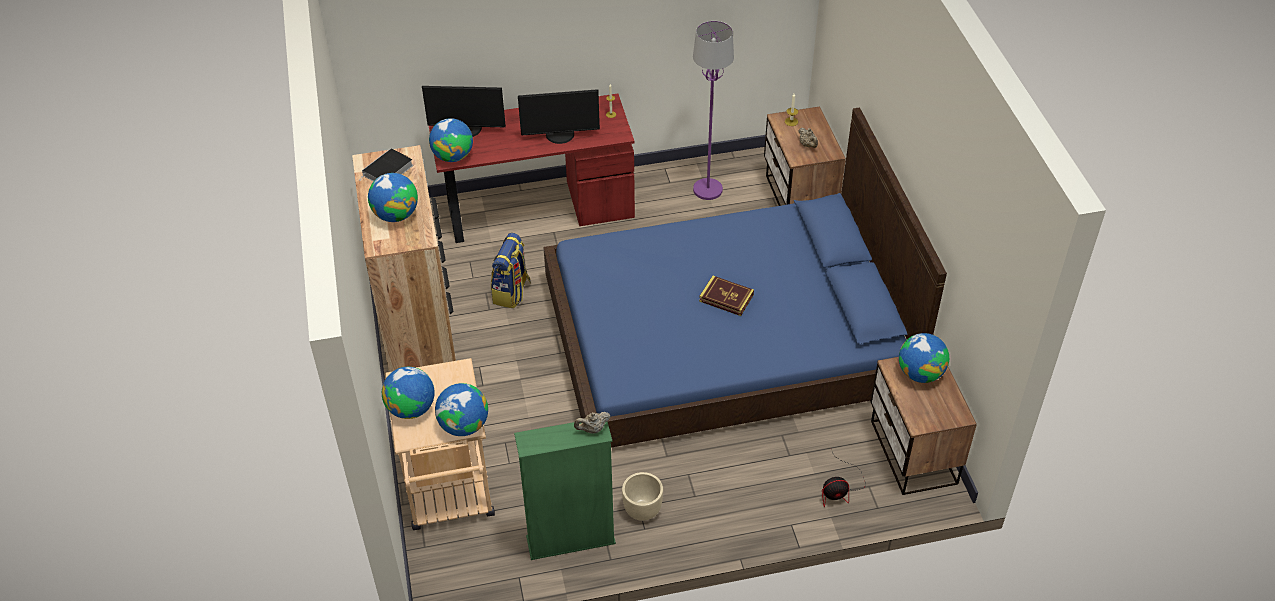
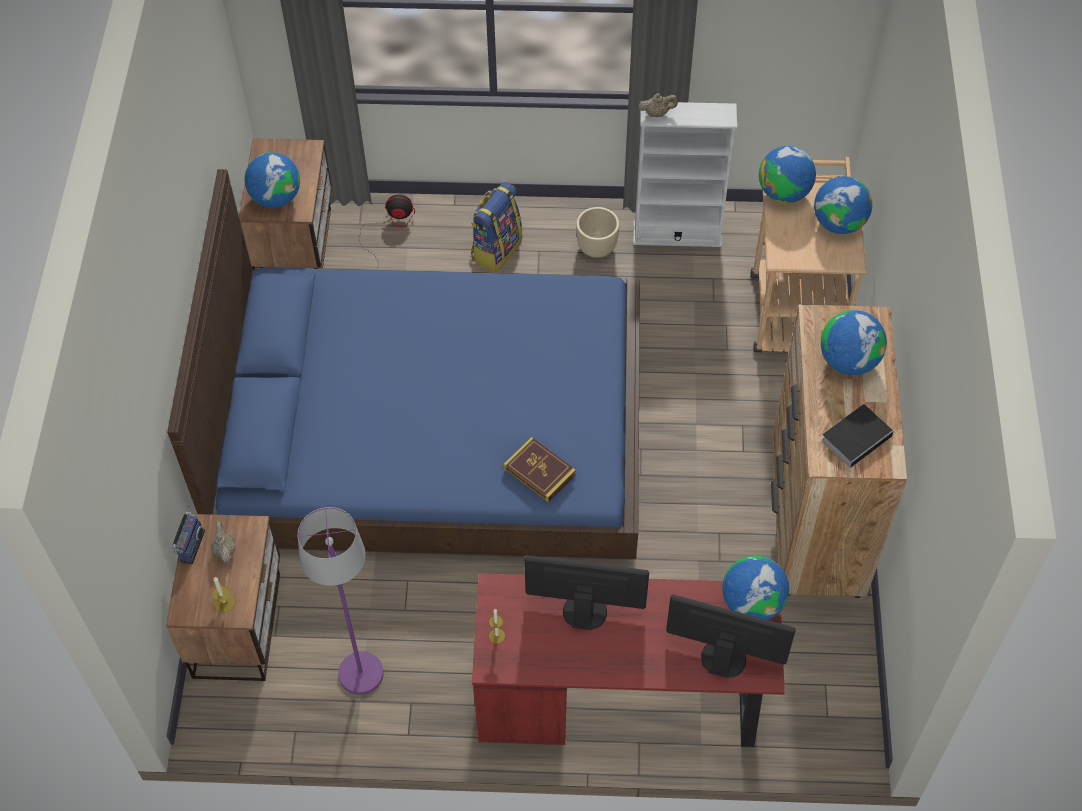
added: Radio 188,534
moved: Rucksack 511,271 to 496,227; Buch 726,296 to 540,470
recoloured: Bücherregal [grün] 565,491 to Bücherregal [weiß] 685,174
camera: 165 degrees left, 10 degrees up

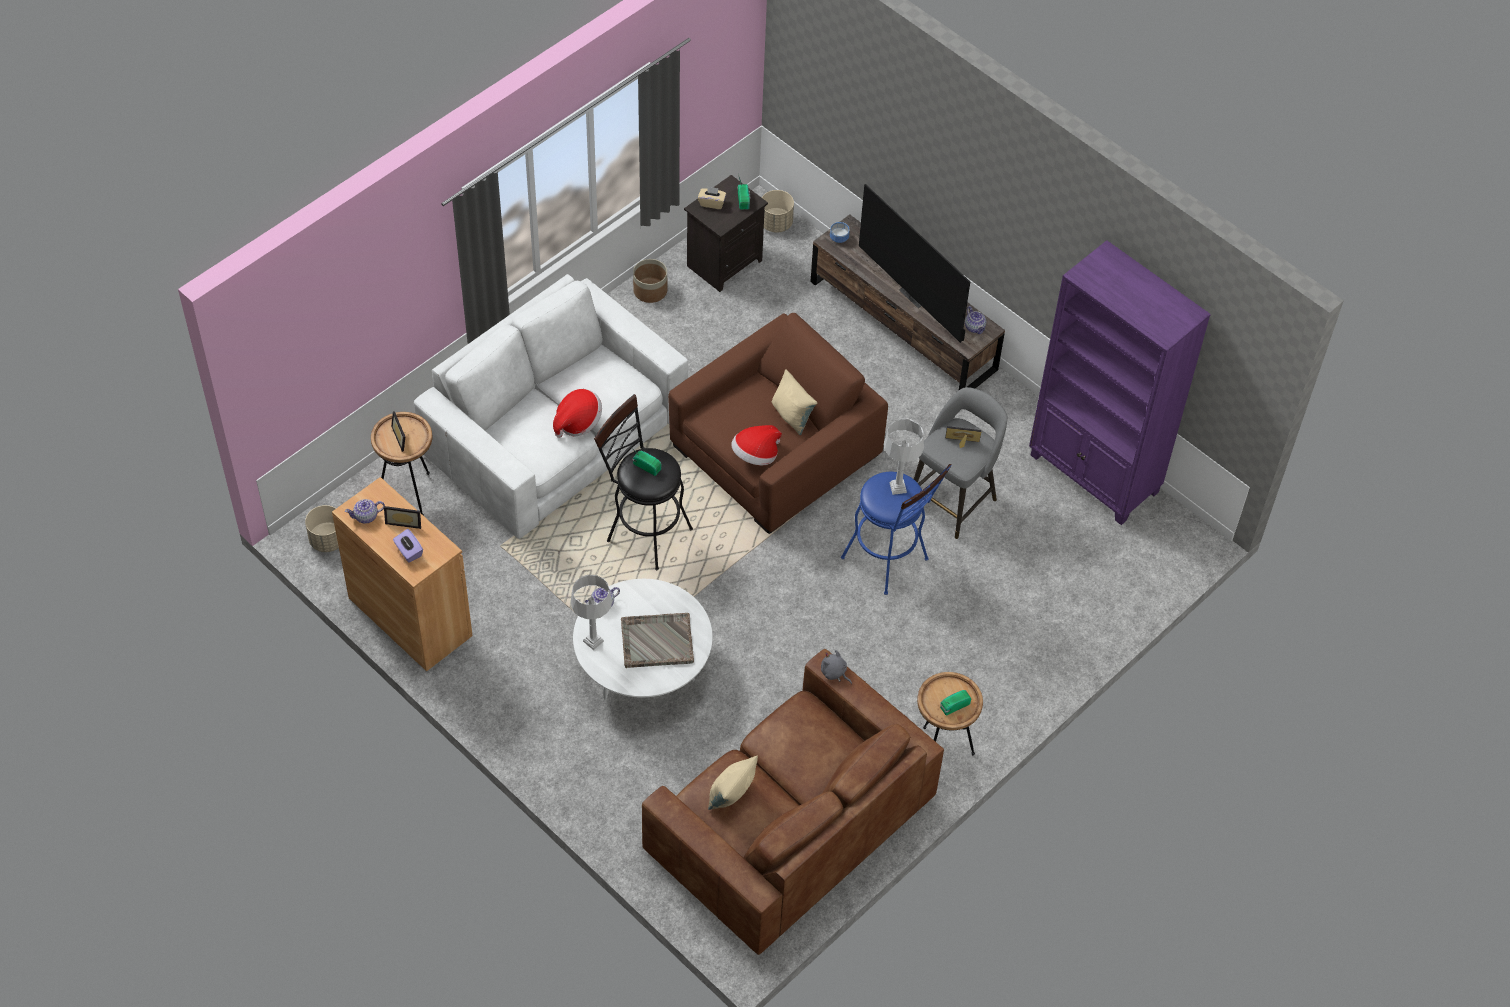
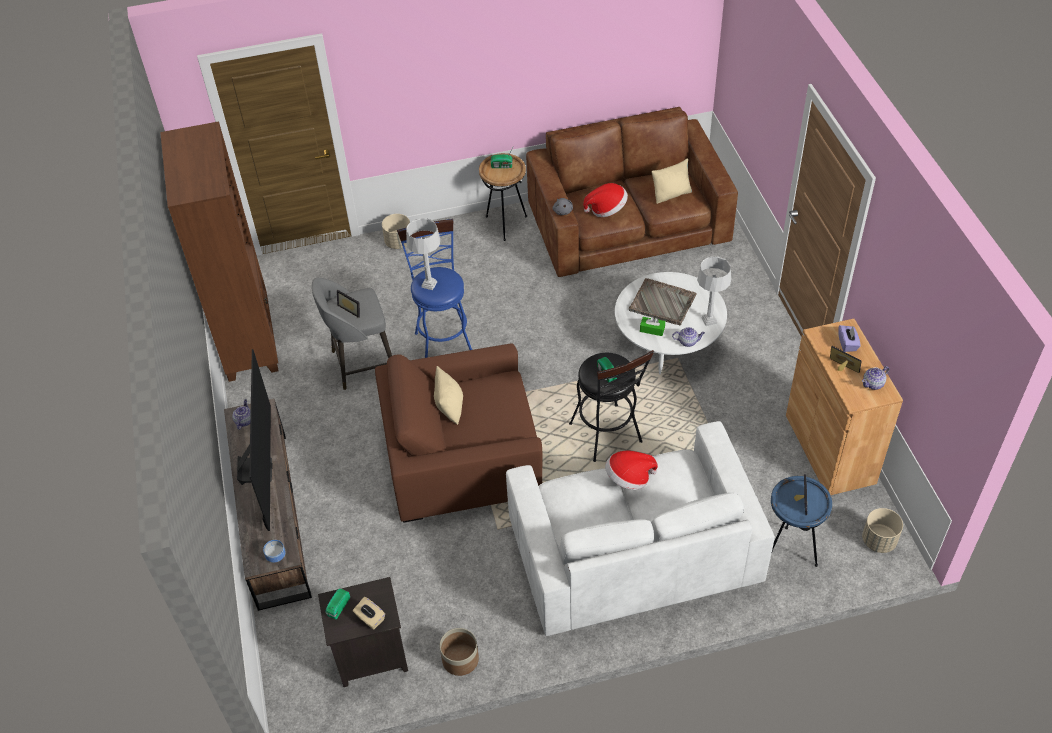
added: Taschentuchbox [grün] 652,326
moved: Pflanzkübel [beige] 778,211 to 396,231; Hut 756,445 to 605,200
recoloured: Bücherregal [lila] 1120,382 to Bücherregal [braun] 219,251; Beistelltisch [braun] 402,464 to Beistelltisch [blau] 801,521
turned: Teekanne 365,511 = 875,378 135 degrees clockwise
camera: 145 degrees left, 5 degrees down

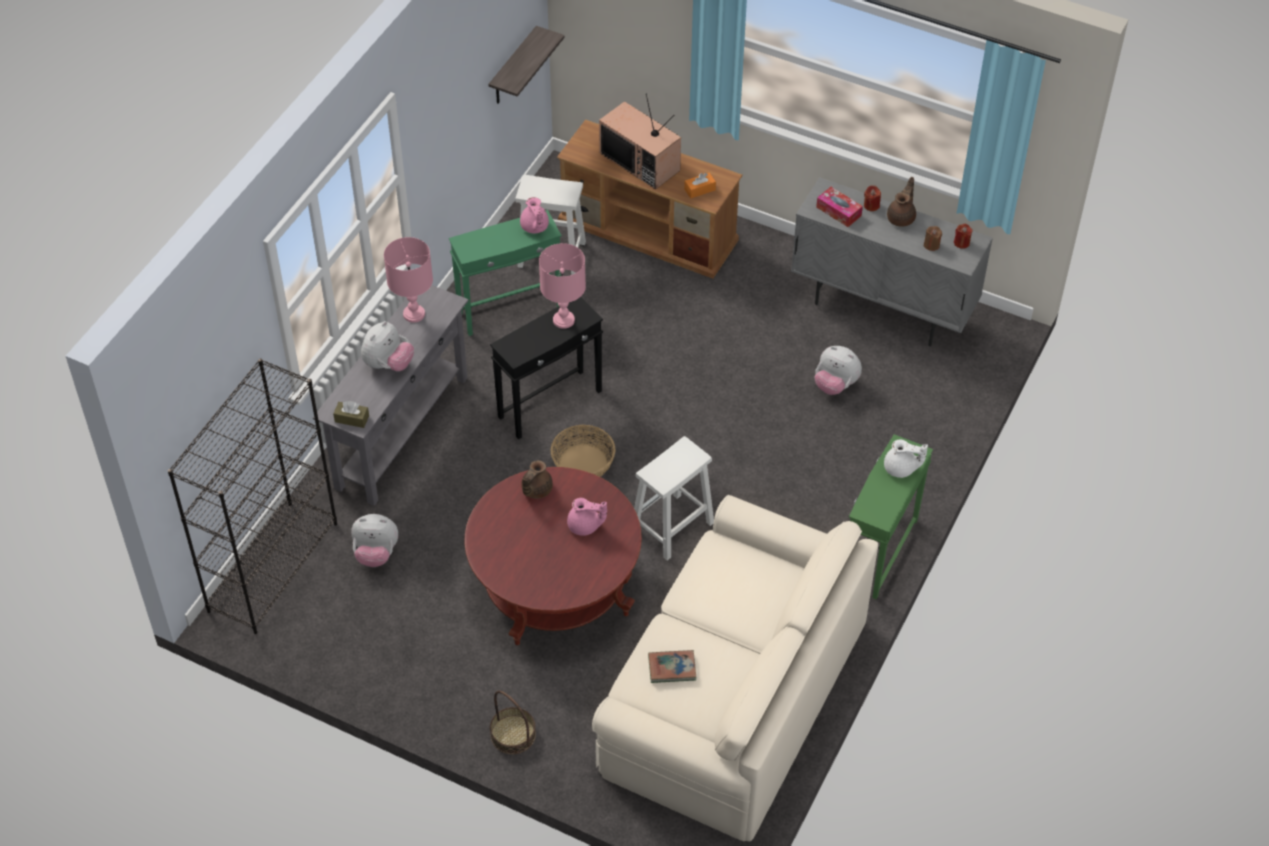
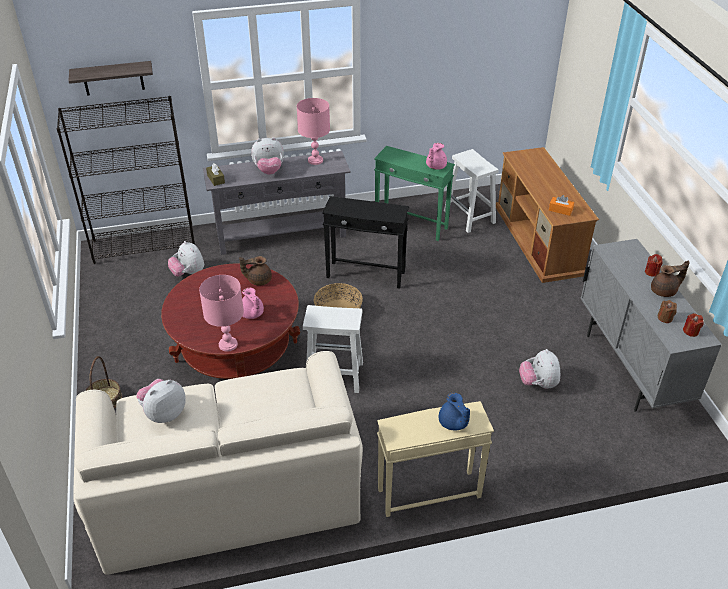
removed: Fernseher 640,142; Taschentuchbox 839,207
moved: Wandregal 527,65 to 111,78; Tischlampe [rosa] 562,286 to 221,313
replaced: Buch 672,666 to Plüschtier 161,401
recoloured: Beistelltisch [grün] 891,516 to Beistelltisch [beige] 435,459; Teekanne [weiß] 906,458 to Teekanne [blau] 454,411
camera: 50 degrees right, 10 degrees down

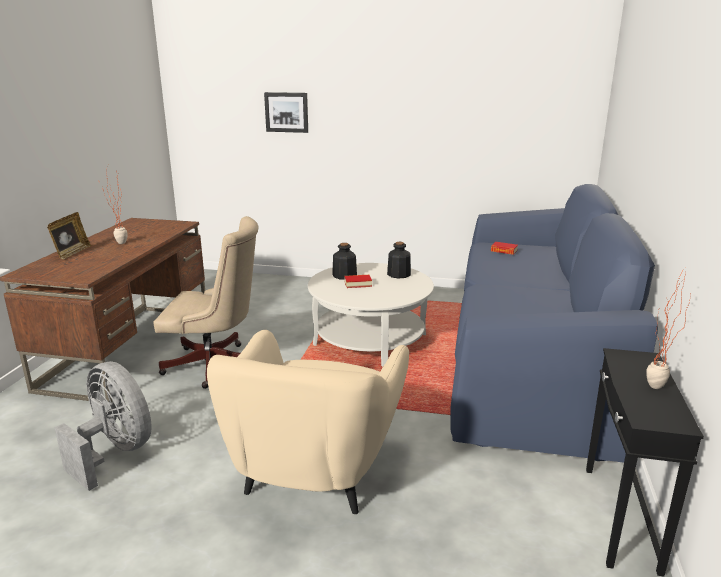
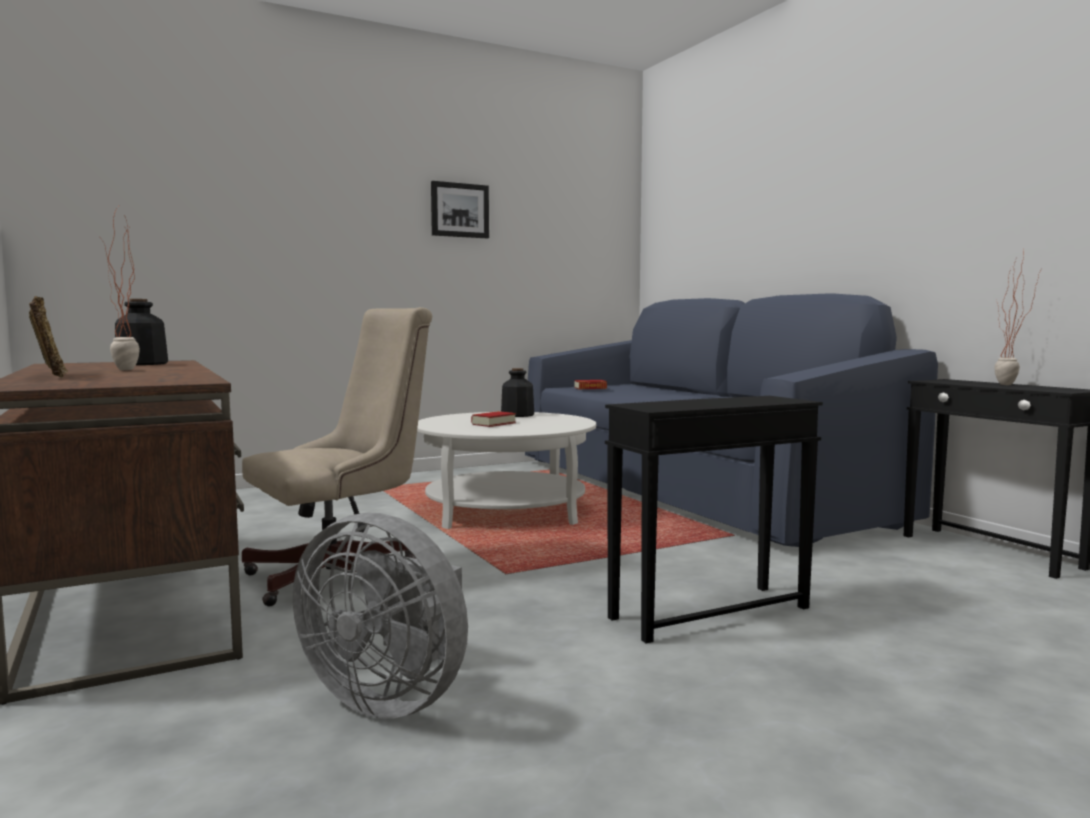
moved: Bild 286,112 to 460,209; Flasche 344,261 to 141,332
replaced: Sessel [beige] 308,422 to Beistelltisch [schwarz] 714,519
turned: Ventilator [grau] 103,426 = 380,616 150 degrees counterclockwise
camera: 40 degrees left, 15 degrees down

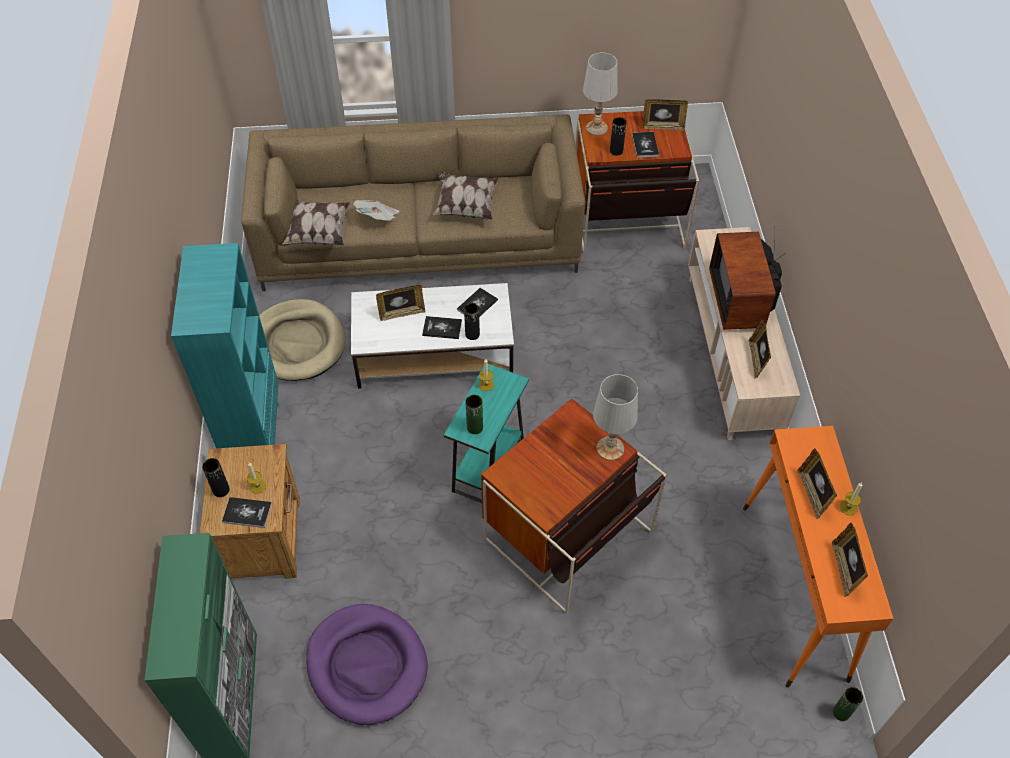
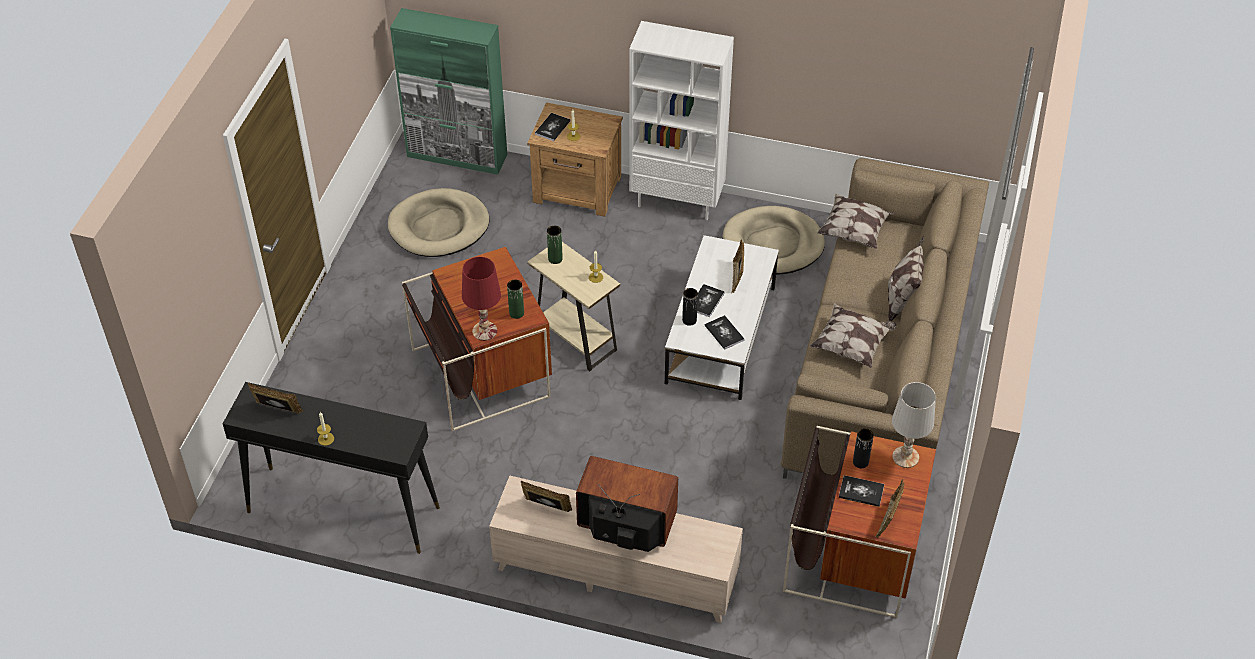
removed: Zeitung 376,210; Bilderrahmen 817,483; Vase [schwarz] 216,477
added: Kissen 906,278
moved: Vase [grün] 848,704 to 515,299
recoloured: Bücherregal [türkis] 225,345 to Bücherregal [weiß] 681,120; Beistelltisch [türkis] 486,433 to Beistelltisch [beige] 573,306; Tischlampe [weiß] 615,417 to Tischlampe [rot] 481,299; Konsolentisch [orange] 818,557 to Konsolentisch [schwarz] 331,468; Hundebett [lila] 367,664 to Hundebett [beige] 439,222
camera: 110 degrees right, 5 degrees down

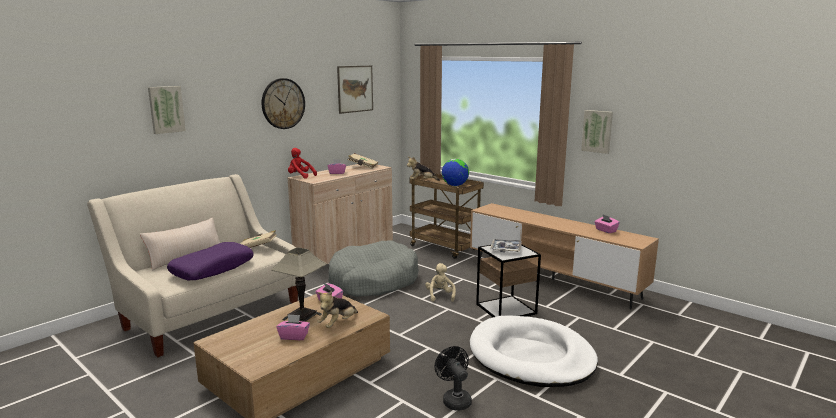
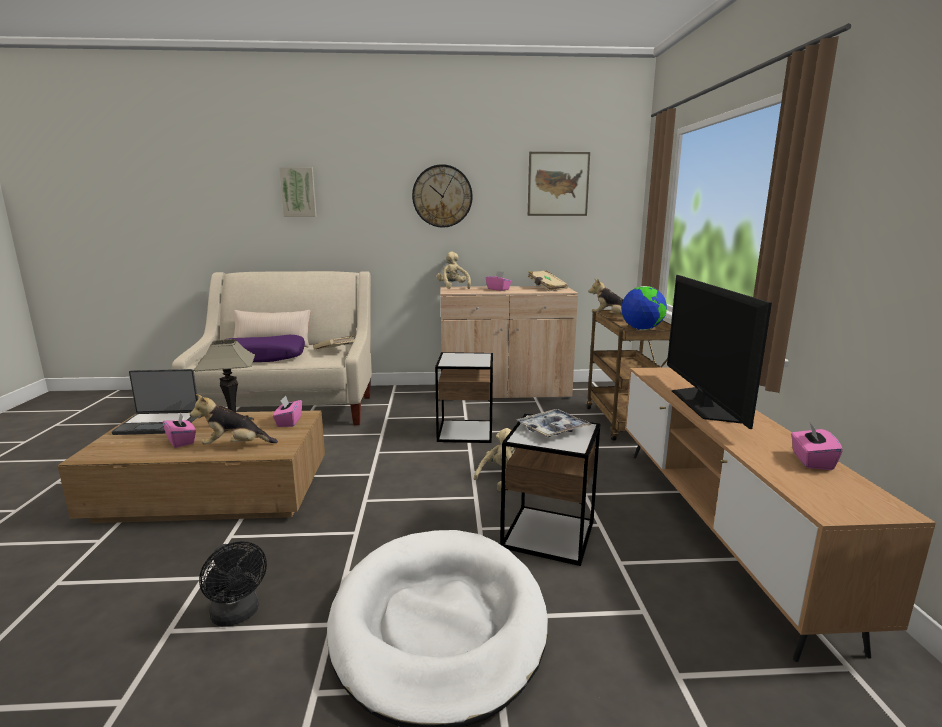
removed: Bild 597,132
added: Fernseher 719,352; Laptop 155,402
replaced: Hundebett [grau] 374,269 to Beistelltisch 464,397
recoloured: Plüschtier [rot] 302,163 to Plüschtier [beige] 453,270
turned: Ventilator [schwarz] 453,378 = 233,583 120 degrees clockwise
camera: 45 degrees right, 0 degrees up

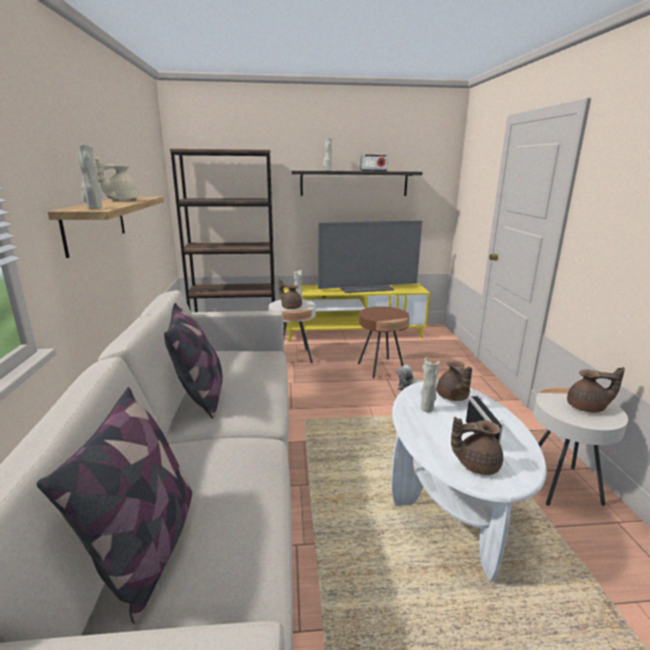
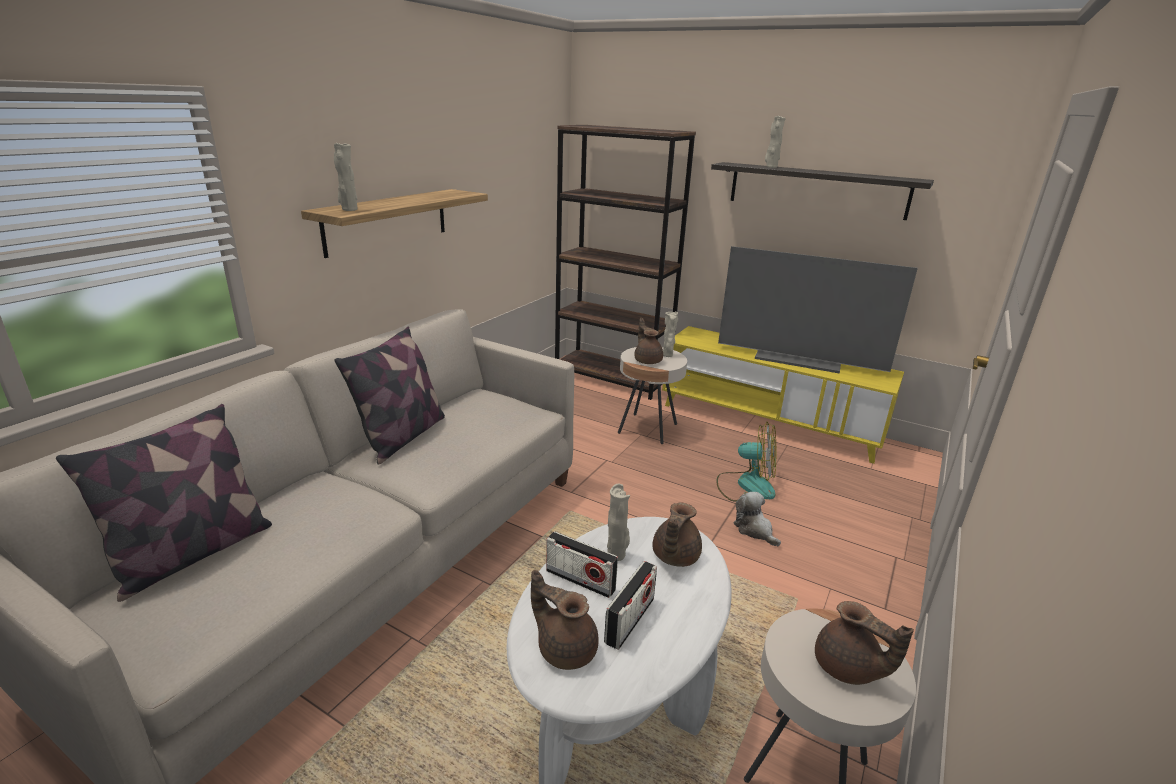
removed: Teekanne [beige] 116,179
moved: Radio 374,163 to 582,564
replaced: Beistelltisch [braun] 383,342 to Ventilator 746,461
camera: 35 degrees right, 5 degrees up

